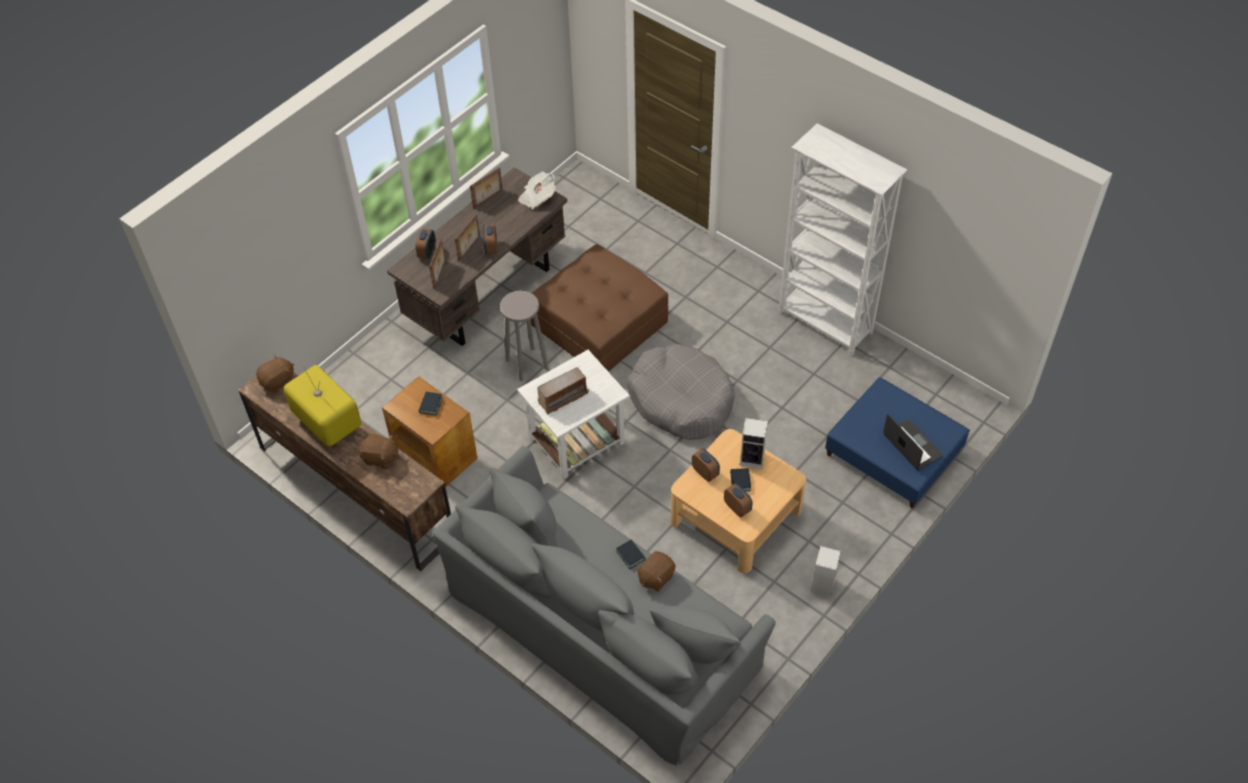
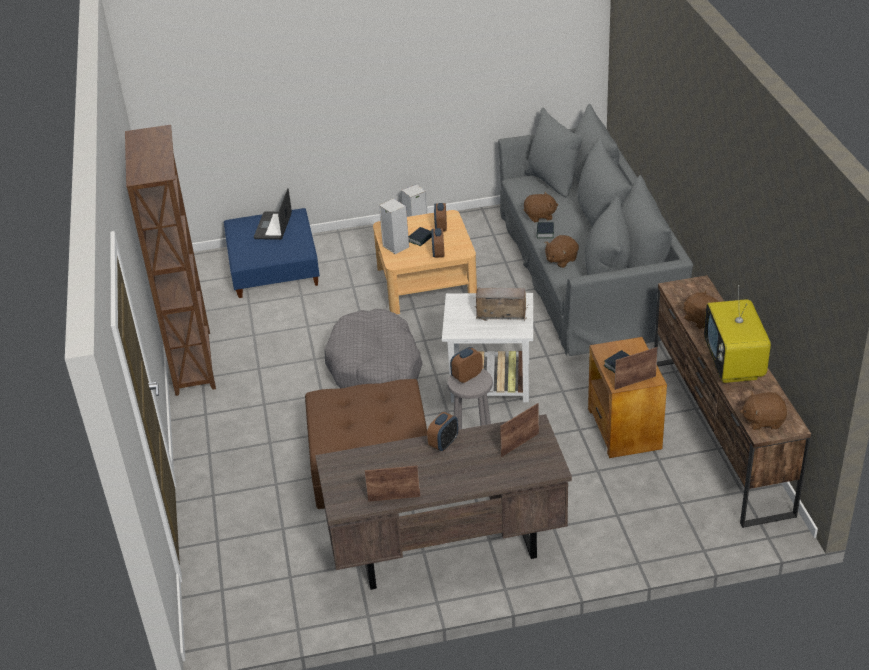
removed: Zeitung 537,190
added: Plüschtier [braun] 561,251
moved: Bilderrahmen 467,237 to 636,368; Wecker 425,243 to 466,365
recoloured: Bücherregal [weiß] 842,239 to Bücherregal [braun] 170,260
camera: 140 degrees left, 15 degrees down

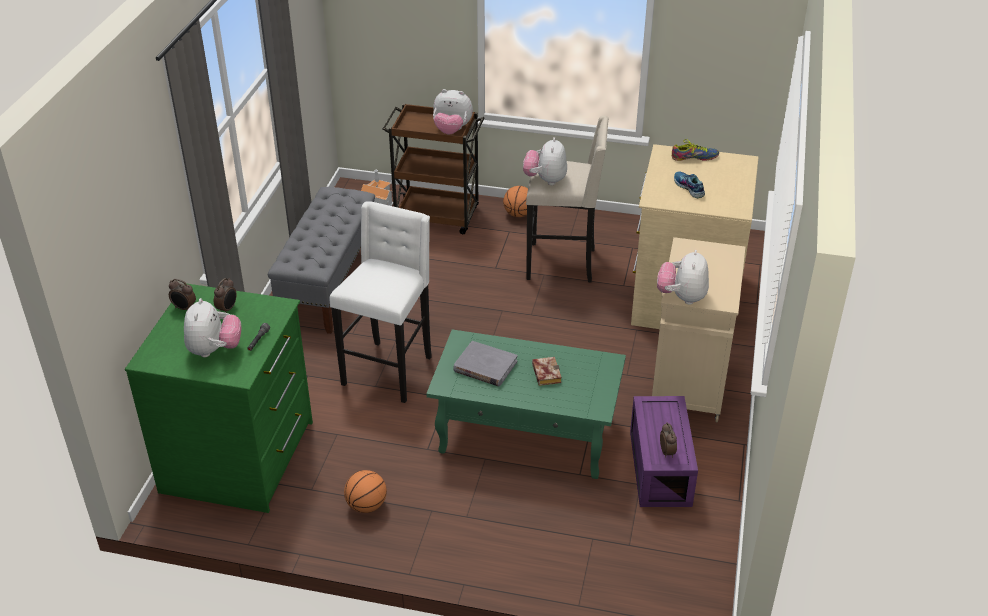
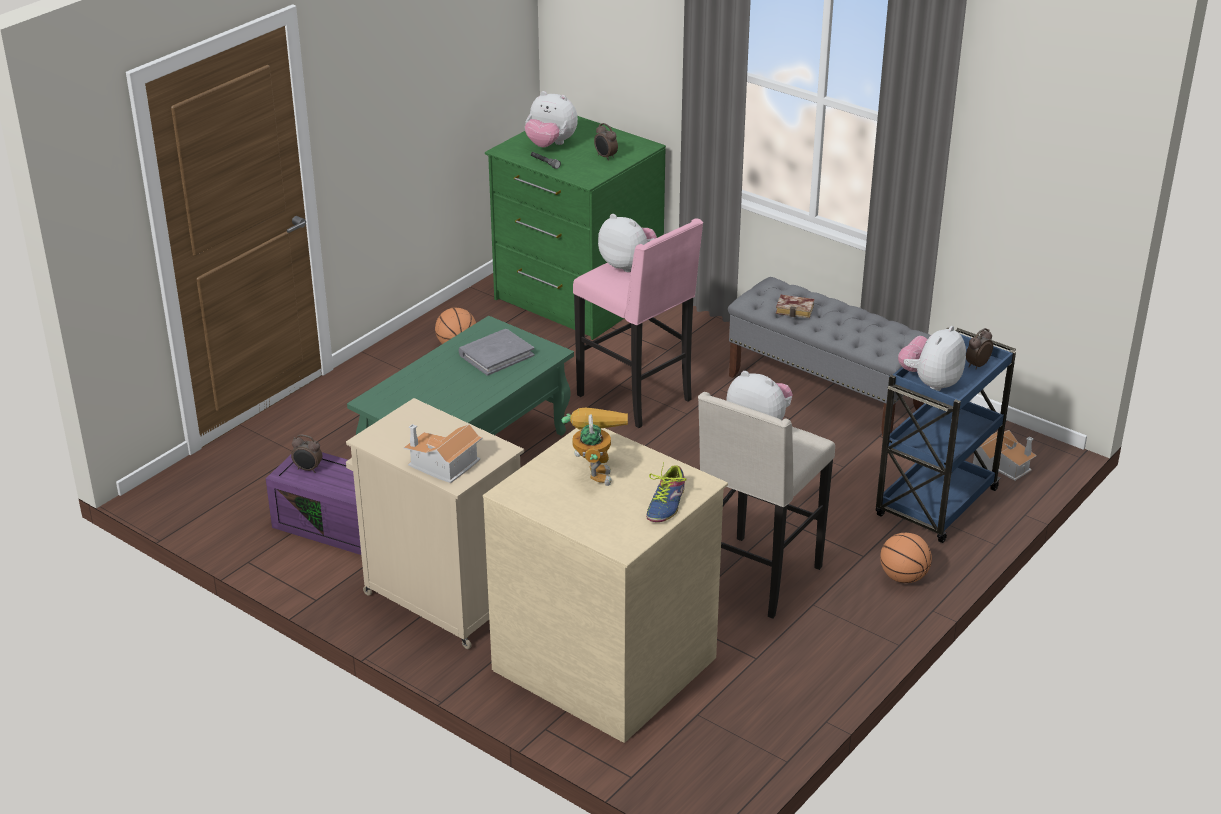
added: Spielzeughaus 442,453
moved: Plüschtier 683,277 to 627,243; Wecker 182,294 to 979,348; Buch 547,371 to 795,306
replaced: Schuh 689,184 to Spielzeugroboter 595,447
recoloured: Rollwagen [braun] 433,168 to Rollwagen [blau] 946,435; Hocker [weiß] 381,302 to Hocker [rosa] 638,323
camera: 115 degrees right, 5 degrees down

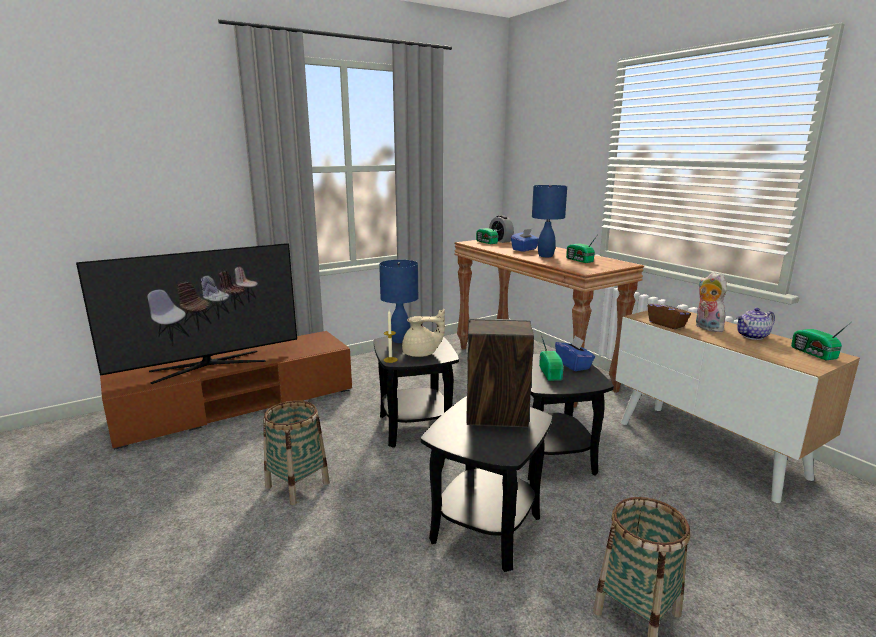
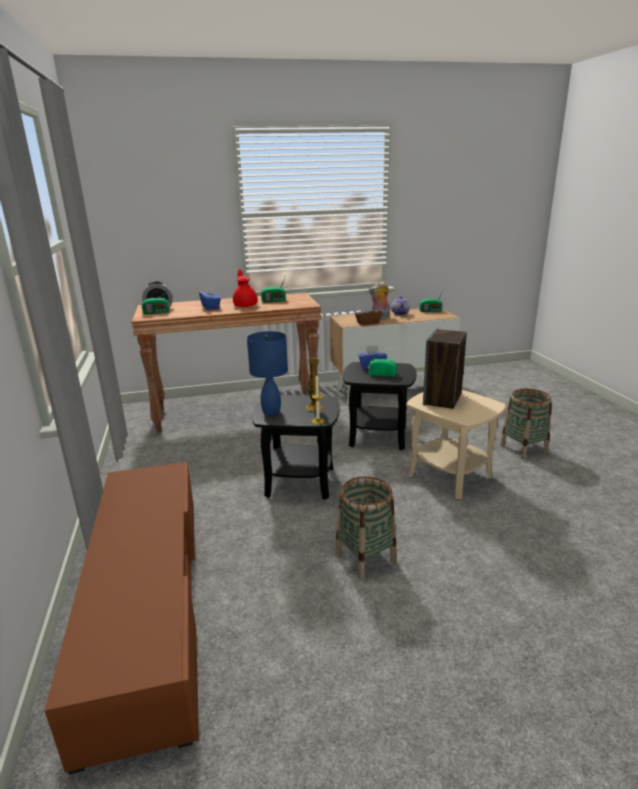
removed: Fernseher 186,313
replaced: Tischlampe [blau] 549,221 to Teekanne [rot] 245,288; Teekanne [beige] 423,333 to Vase 314,384
recoloured: Beistelltisch [schwarz] 486,484 to Beistelltisch [beige] 456,444
camera: 70 degrees left, 5 degrees up

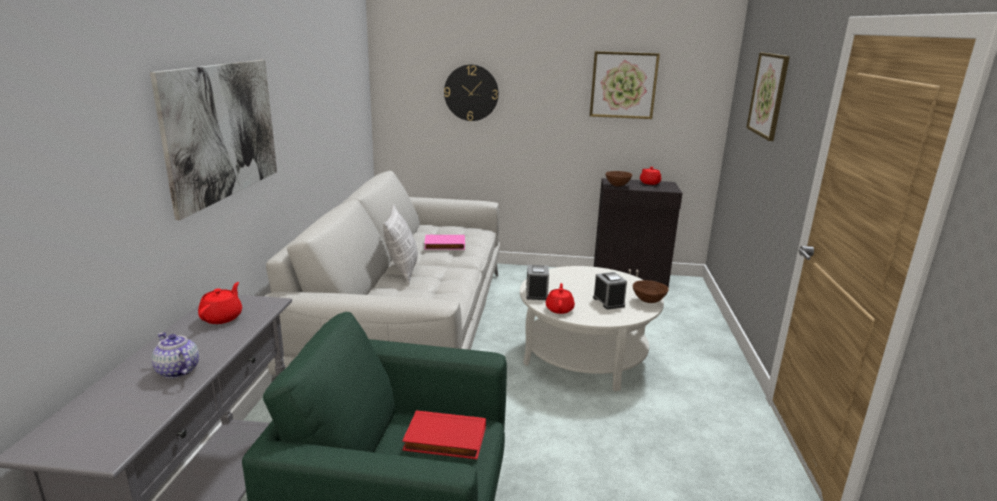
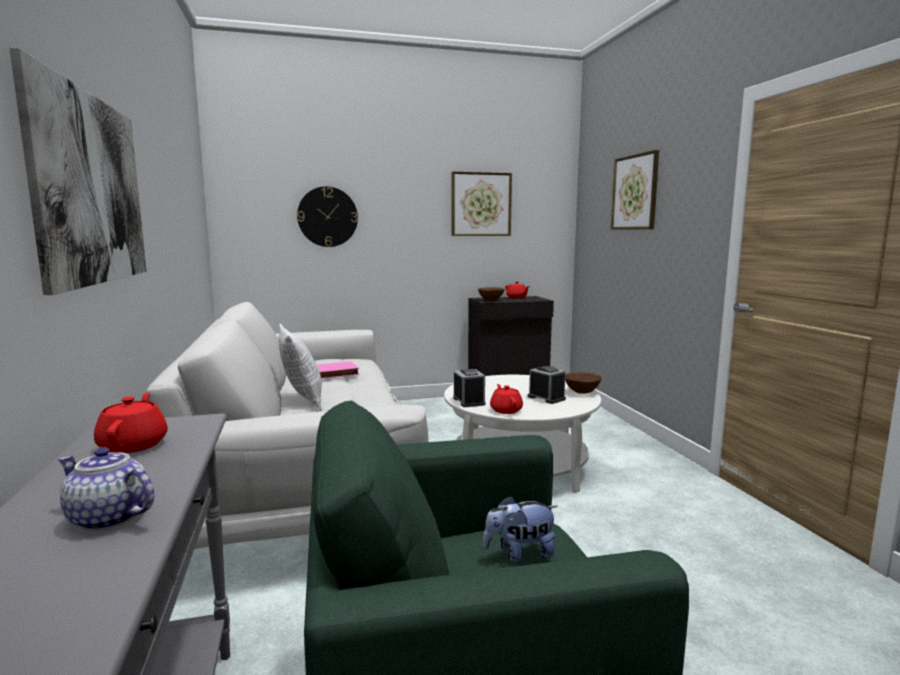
replaced: Buch [rot] 444,435 to Plüschtier 520,528
camera: 20 degrees left, 10 degrees down

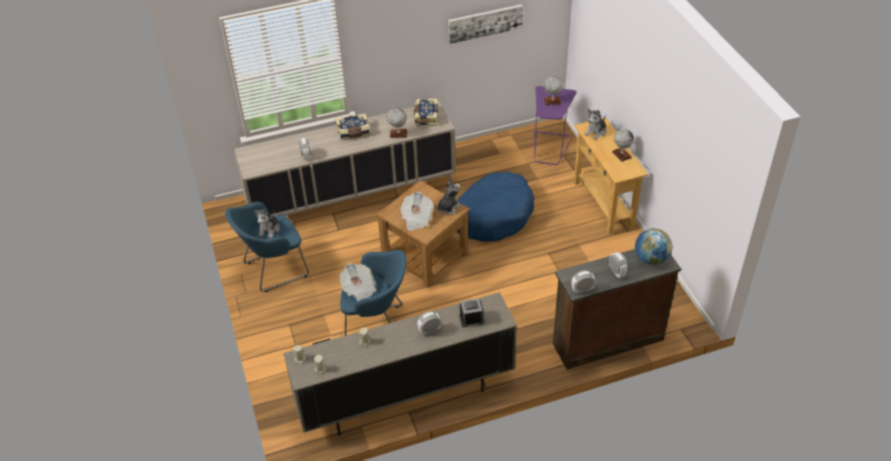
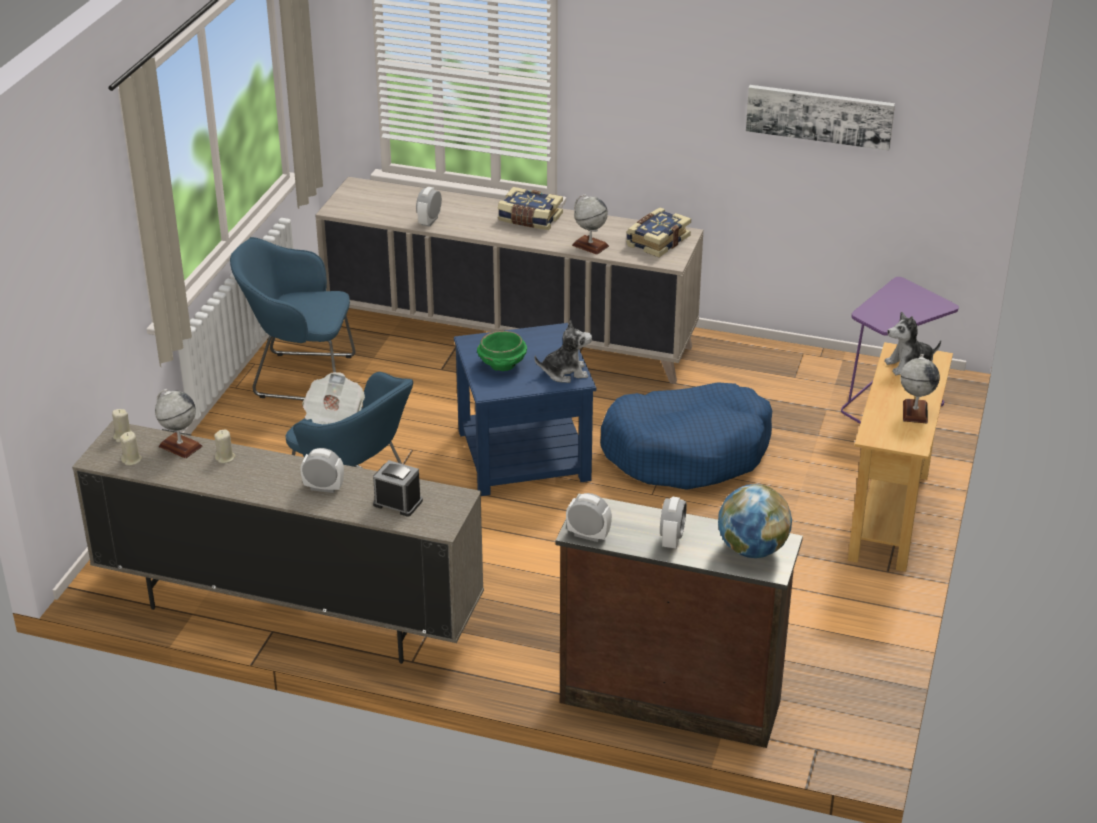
removed: Plüschtier 267,223
moved: Globus 553,91 to 179,424
replaced: Zeitung 417,211 to Schüssel [grün] 502,351
recoloured: Beistelltisch [braun] 423,234 to Beistelltisch [blau] 525,409
camera: 35 degrees right, 10 degrees down

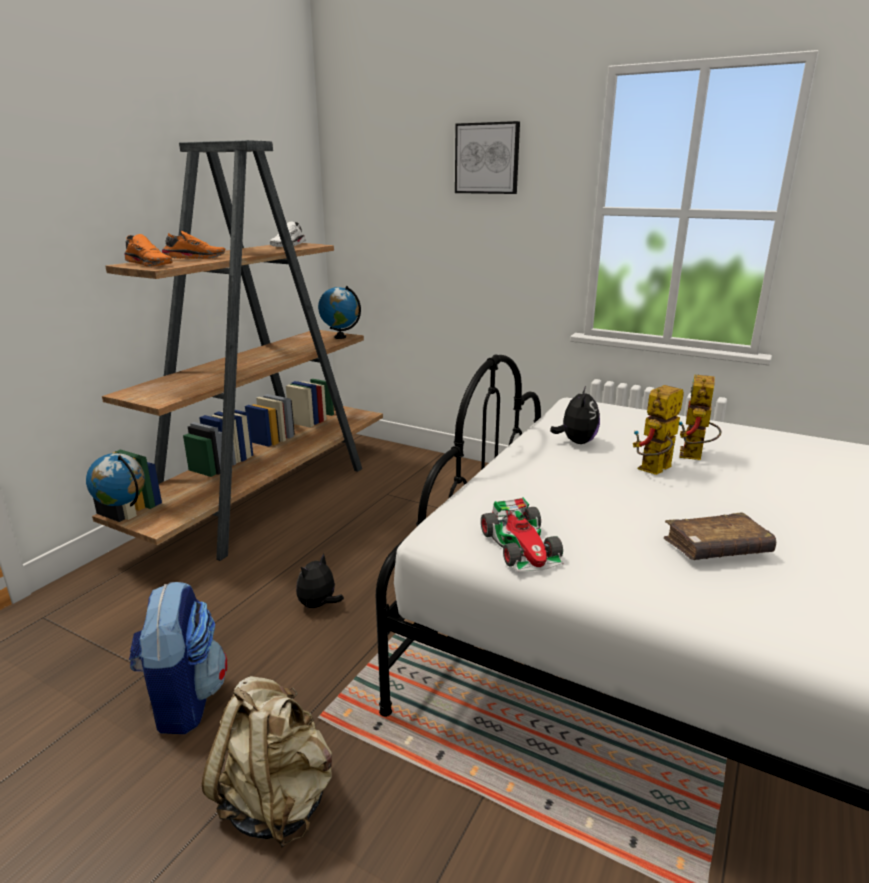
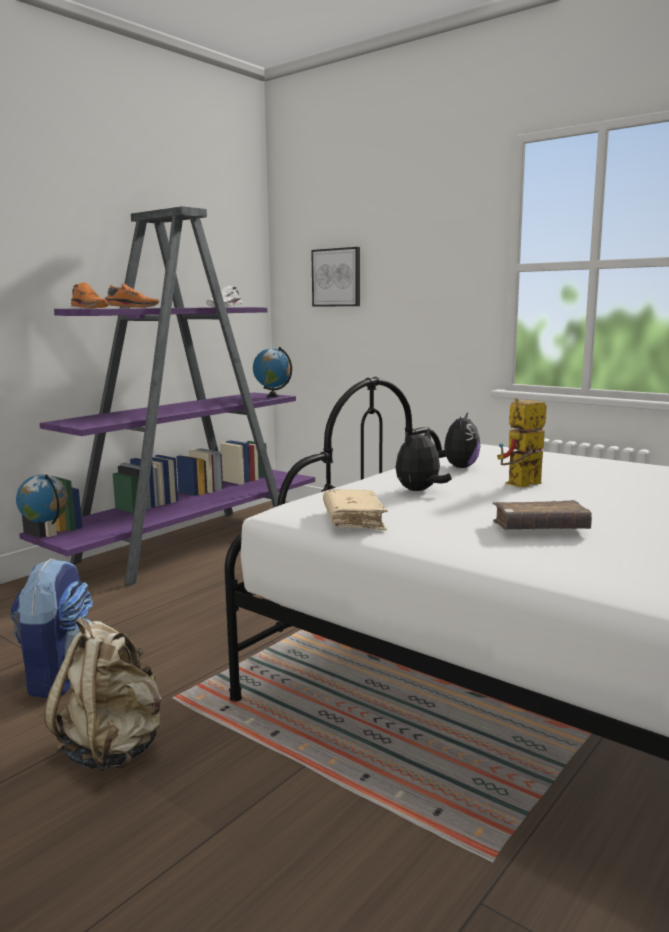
removed: Spielzeugroboter 700,417
moved: Bild 487,157 to 335,277; Plüschtier 320,581 to 424,459
replaced: Spielzeugauto 522,534 to Buch [beige] 355,509
recoloured: Bücherregal [braun] 237,350 to Bücherregal [lila] 167,396
camera: 10 degrees right, 10 degrees down

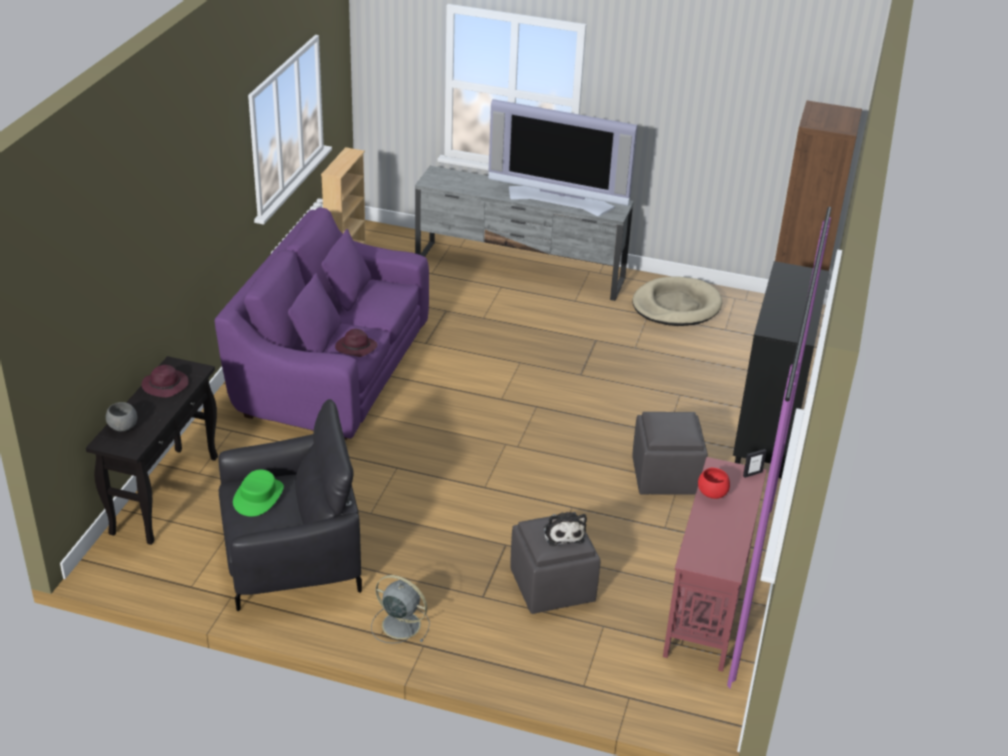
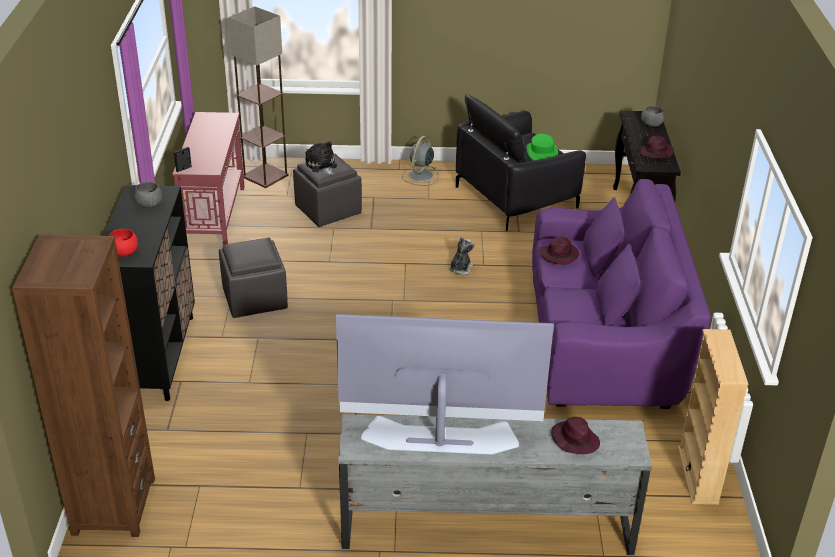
removed: Hundebett [beige] 677,301
added: Stehlampe 258,97; Schüssel [grau] 147,195; Plüschtier 461,256; Hut [lila] 575,435
moved: Schüssel [rot] 714,483 to 123,242
turned: Ventilator [grau] 400,609 = 420,160 105 degrees clockwise
camera: 165 degrees right, 0 degrees up

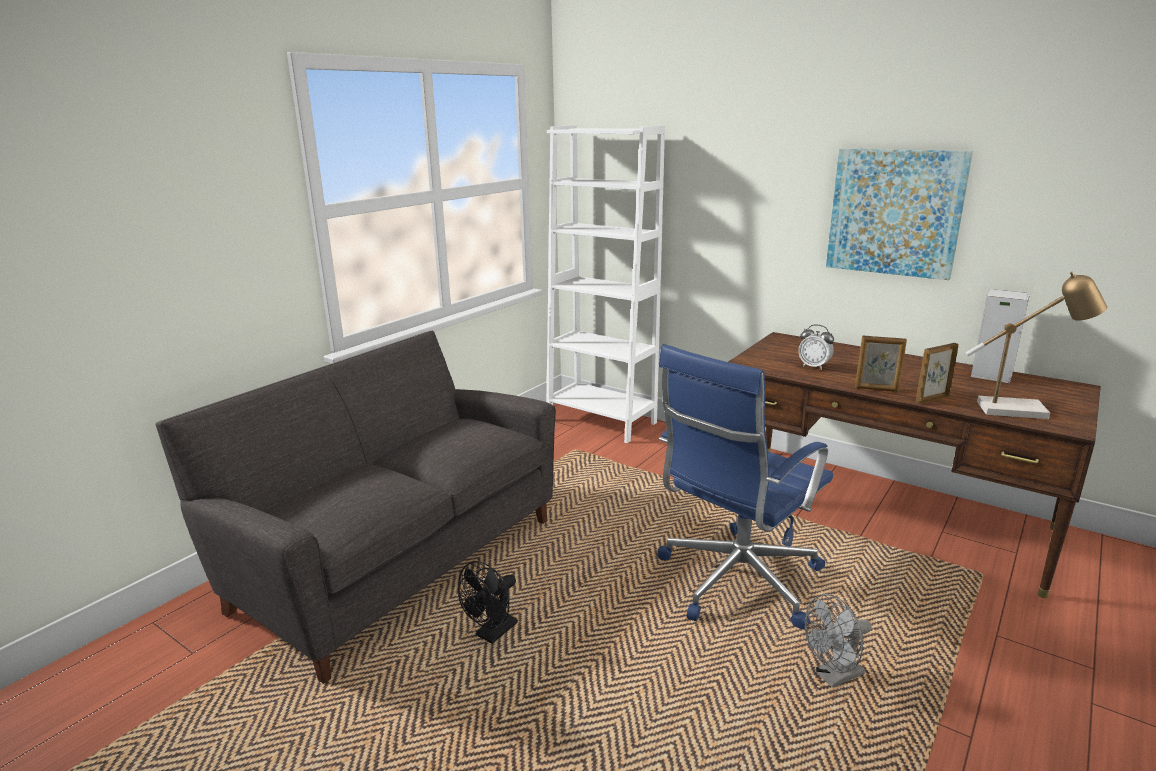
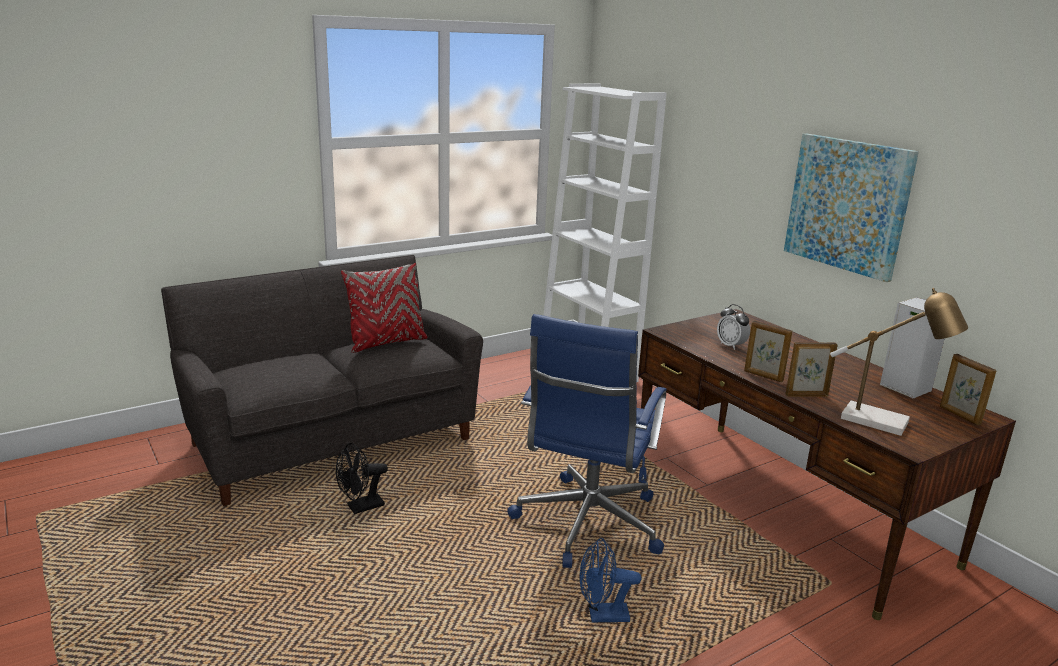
added: Kissen [rot] 384,308; Bilderrahmen 968,389
recoloured: Ventilator [grau] 838,641 to Ventilator [blau] 610,580
turned: Bürostuhl [blau] 745,486 = 587,441 45 degrees counterclockwise
camera: 20 degrees right, 0 degrees up

